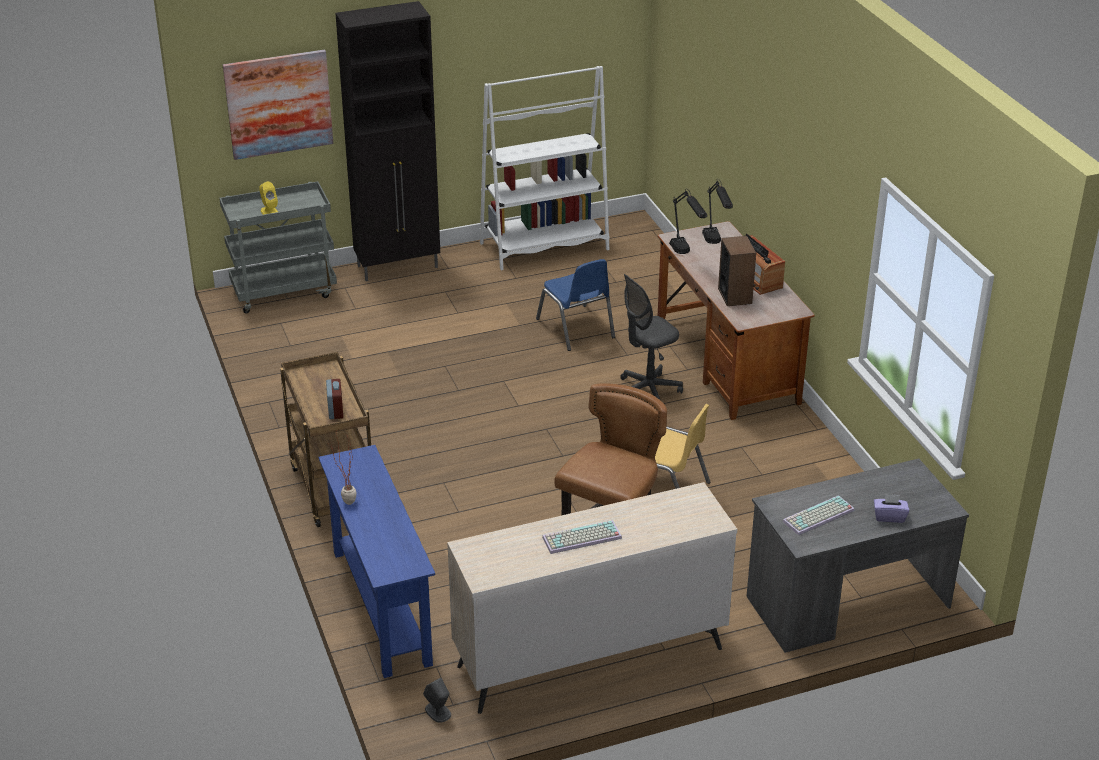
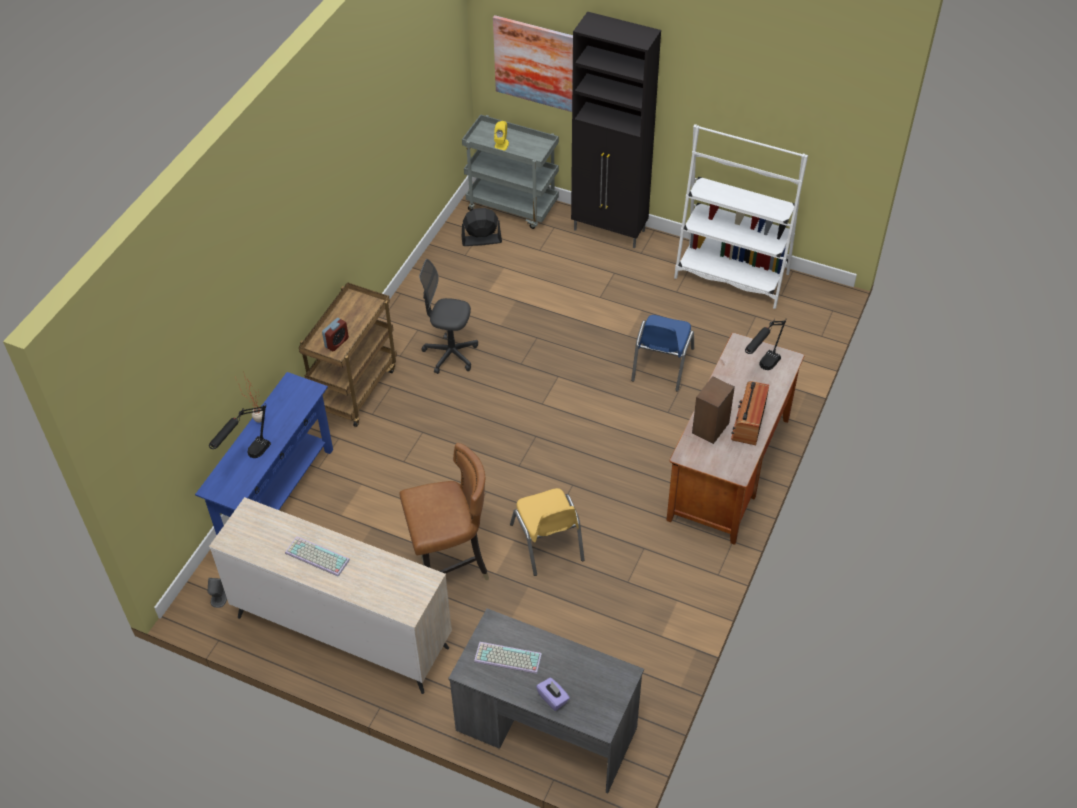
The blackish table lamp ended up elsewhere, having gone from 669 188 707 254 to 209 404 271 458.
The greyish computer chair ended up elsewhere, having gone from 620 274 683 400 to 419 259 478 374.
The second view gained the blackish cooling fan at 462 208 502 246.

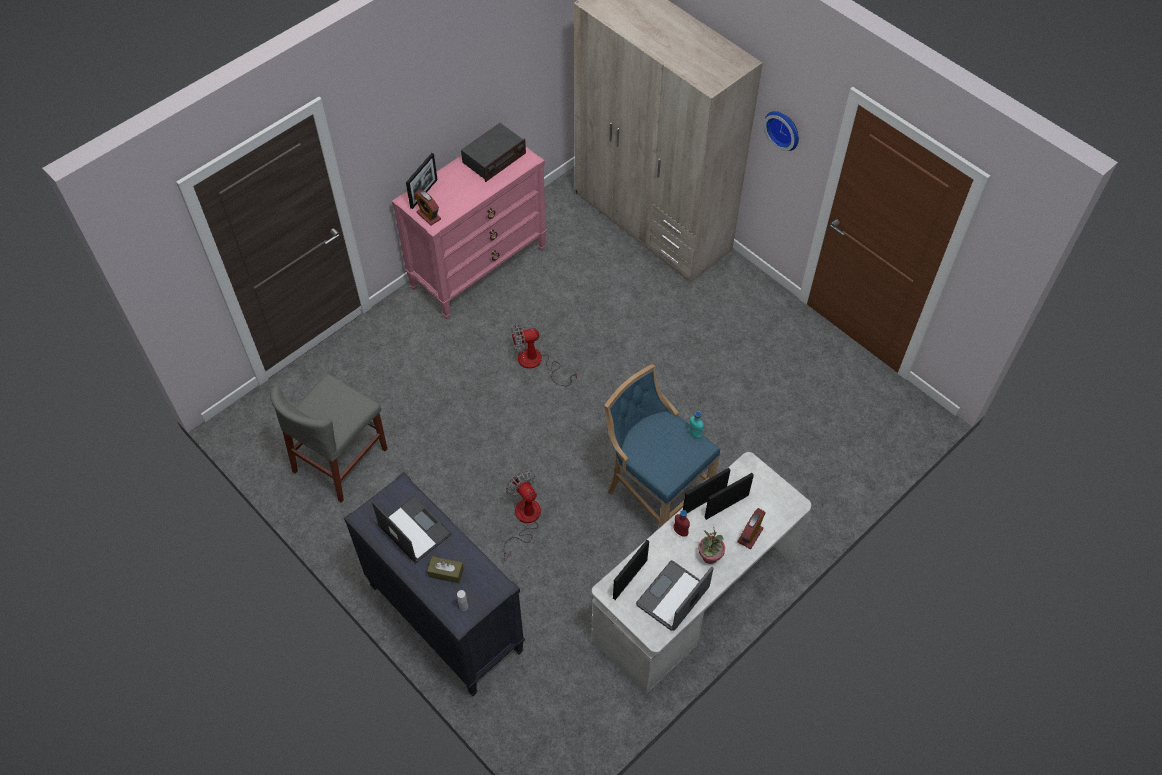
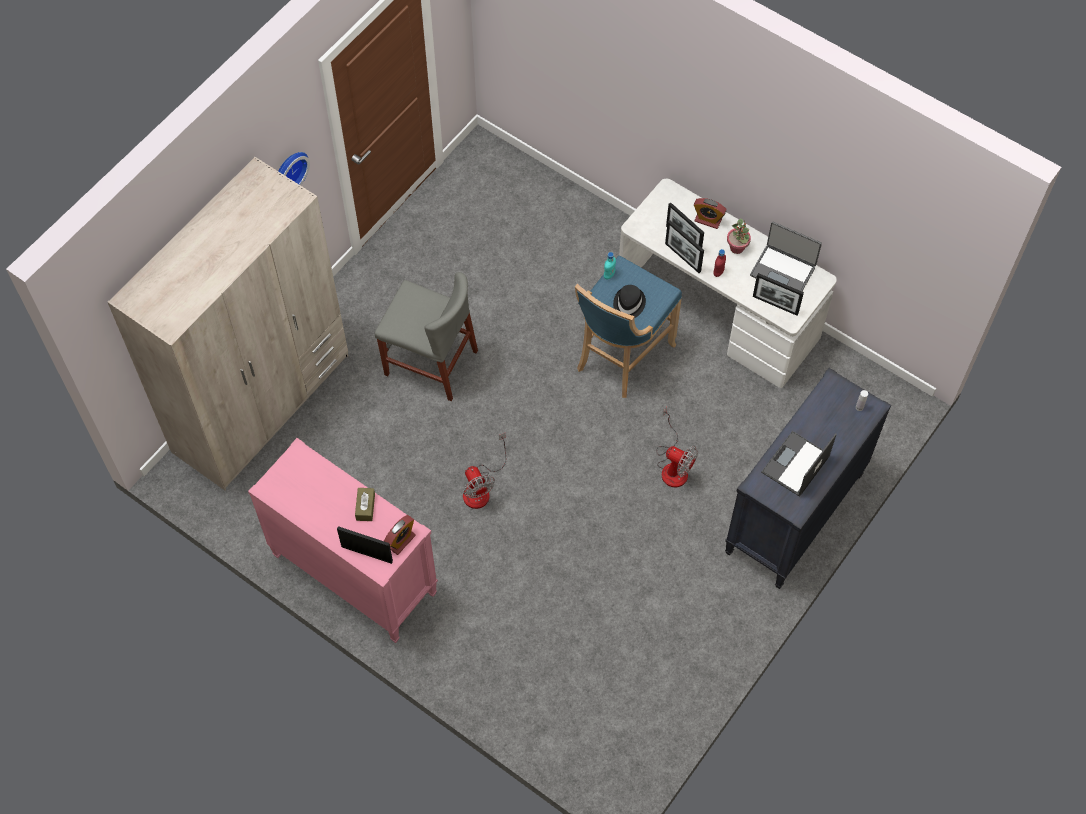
The brownish tissue box ended up elsewhere, having gone from 427 556 464 583 to 355 488 375 521.
The greyish plain chair ended up elsewhere, having gone from 270 374 387 503 to 375 272 478 401.
The second view gained the blackish clothing hat at 613 285 646 318.
The cooling fan at 503 471 541 559 ended up facing another way, 105 degrees counterclockwise from before.
The second view lost the radio receiver at 461 123 526 182.

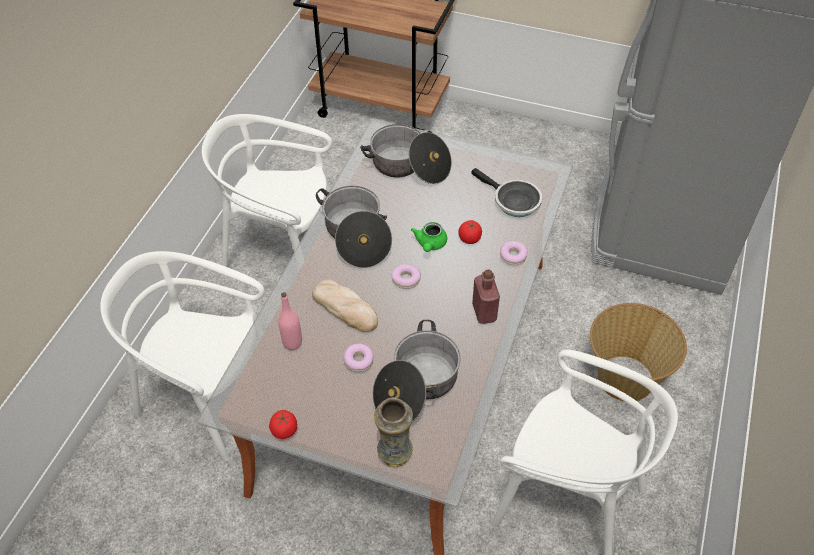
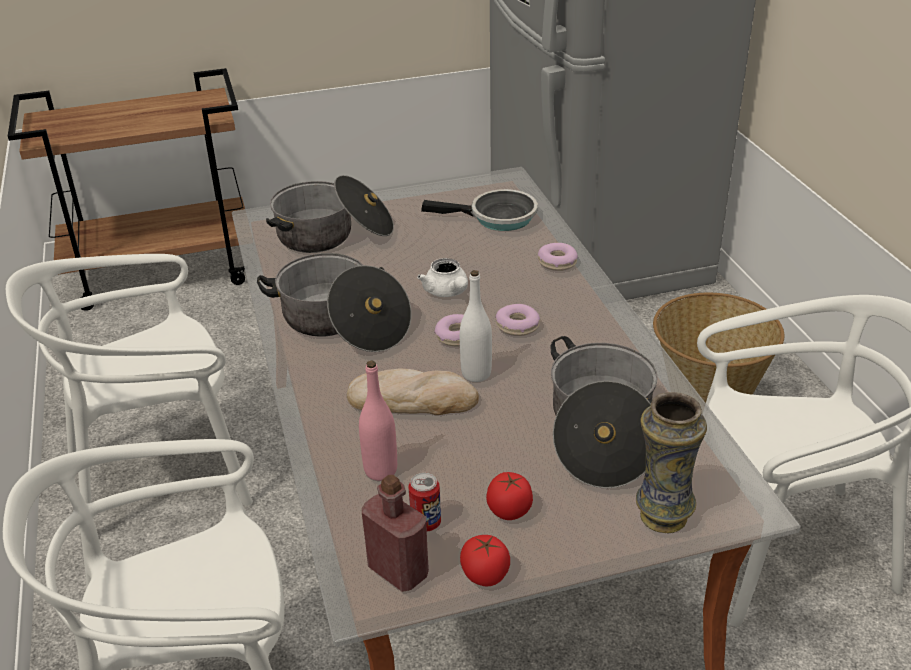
The red drink bottle ended up elsewhere, having gone from 472 269 500 324 to 362 475 429 592.
The second view gained the metal can at 408 473 441 531.
What was the green tea pot at 411 222 447 252 turned into the white-coloured tea pot at 417 258 468 297.
The second view gained the white-coloured drink bottle at 460 270 492 382.
The tomato ended up elsewhere, having gone from 459 220 482 244 to 486 472 533 520.
The donut ended up elsewhere, having gone from 343 343 373 372 to 495 304 540 336.

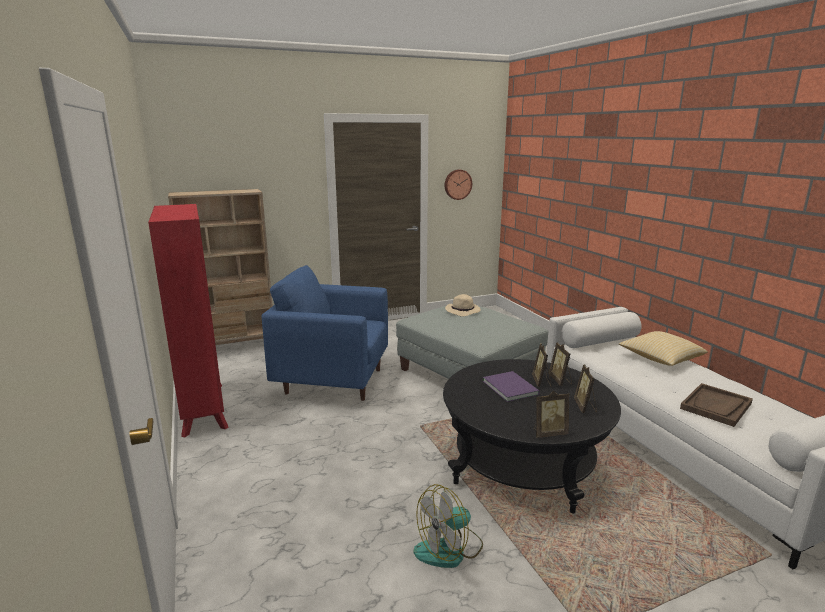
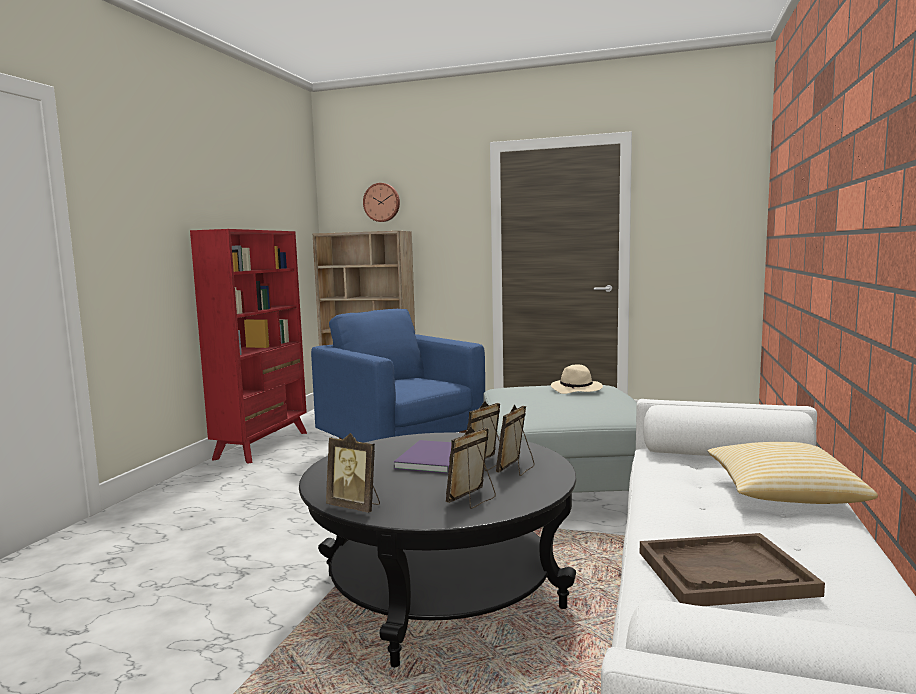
The clock on the wall ended up elsewhere, having gone from 445 170 472 200 to 363 183 400 222.
The second view lost the cooling fan at 414 484 483 568.

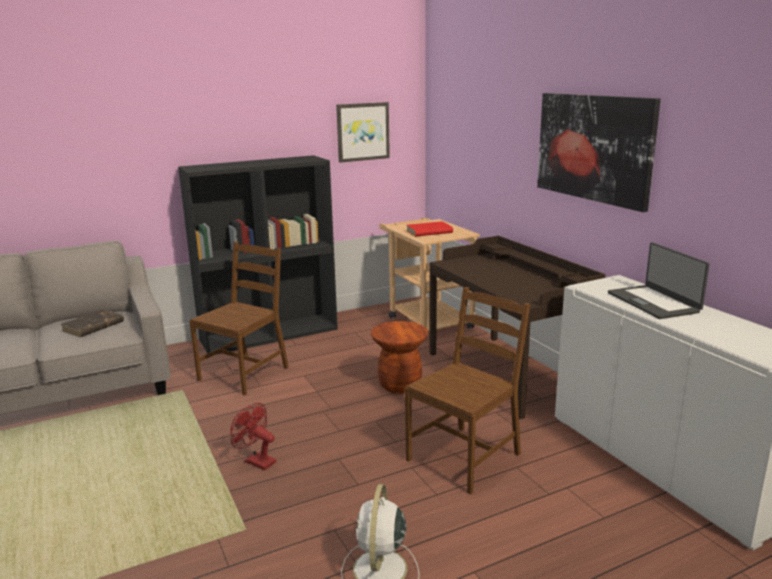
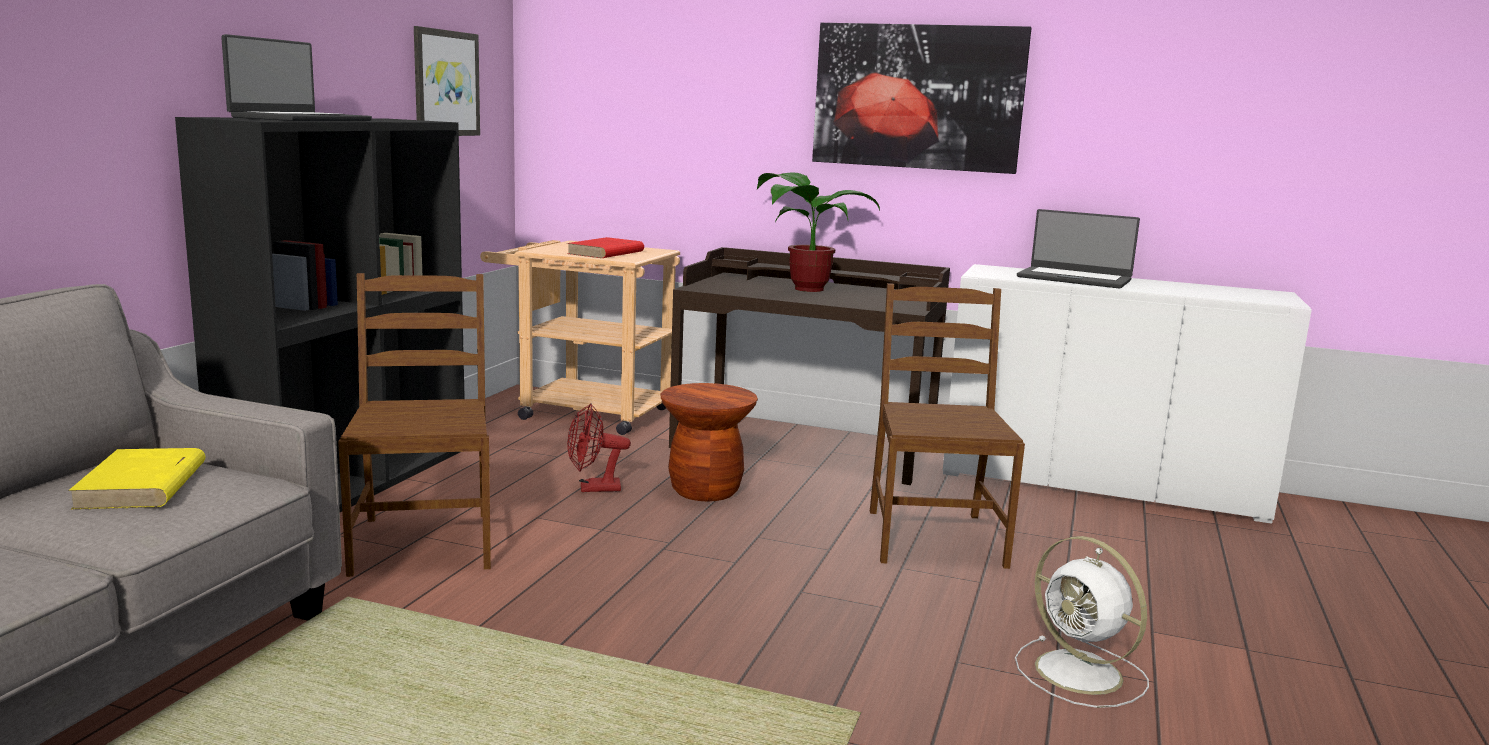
What was the brownish bound book at 61 309 124 337 turned into the yellow-coloured bound book at 68 448 206 510.
The second view gained the laptop at 221 34 372 121.
The red cooling fan ended up elsewhere, having gone from 230 403 276 470 to 567 403 631 492.
The second view gained the potted plant at 757 172 880 292.

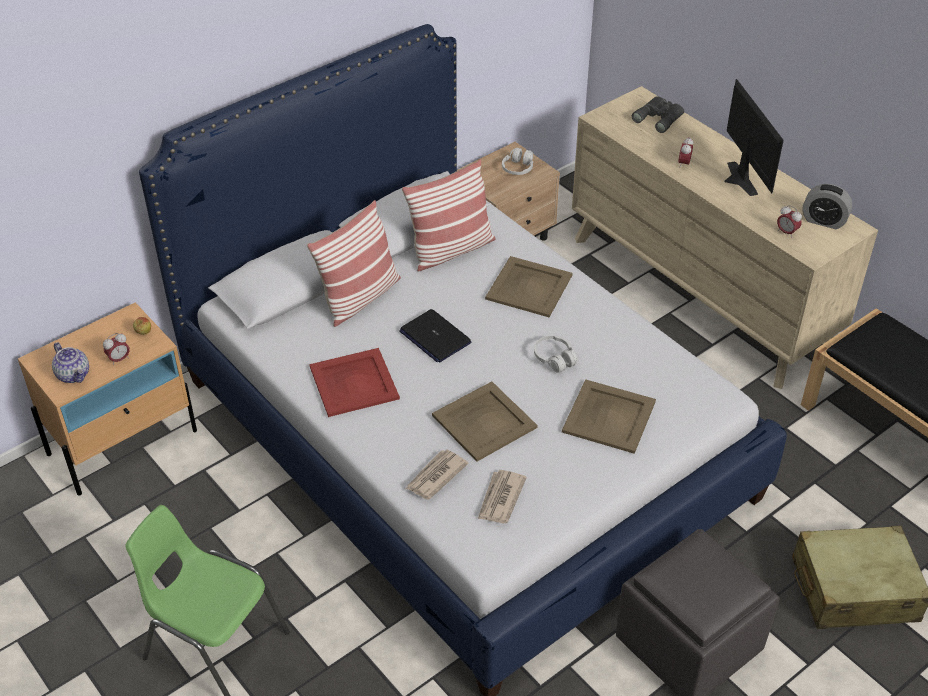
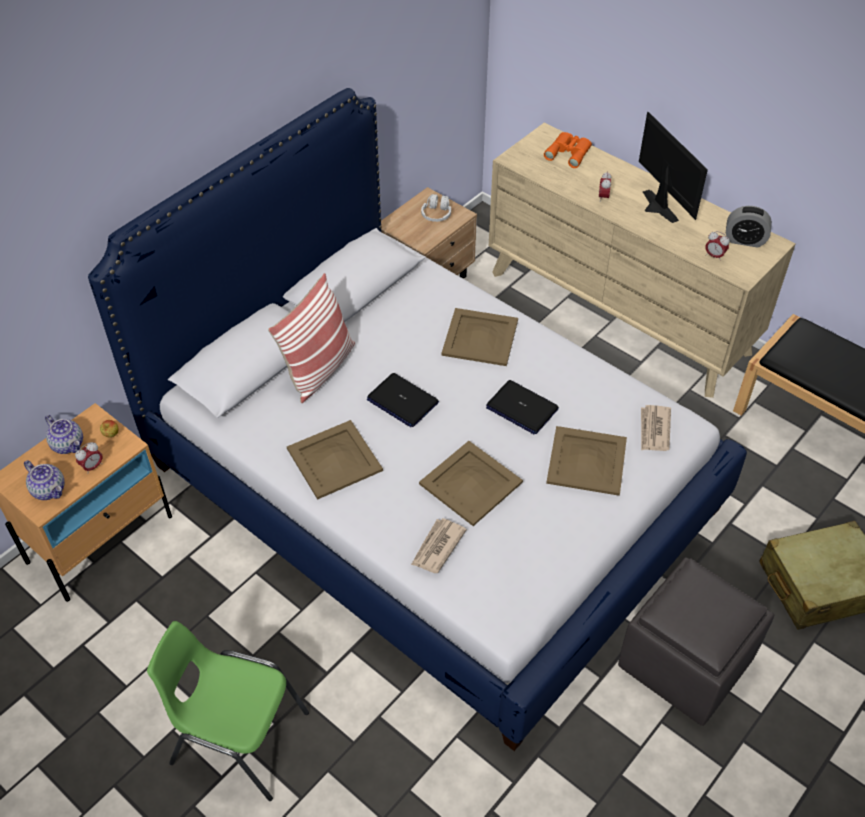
The second view gained the tea pot at 45 415 83 454.
What was the red serving tray at 309 348 400 417 turned into the beige serving tray at 287 420 383 500.
Where the white-coloured headset stood at 534 335 578 373, the laptop came to stand at 486 380 559 434.
What was the greyish binoculars at 632 96 684 133 turned into the orange binoculars at 544 132 592 168.
The daily paper ended up elsewhere, having gone from 478 470 527 523 to 641 405 671 451.
The second view lost the pillow at 402 160 496 272.

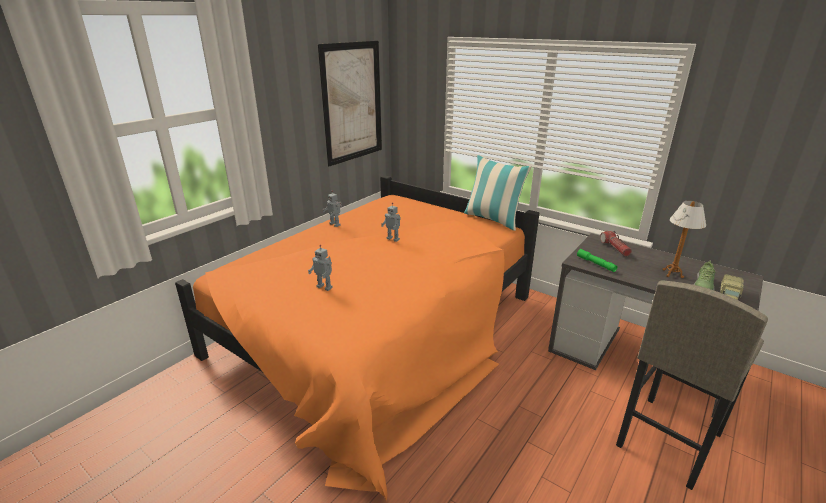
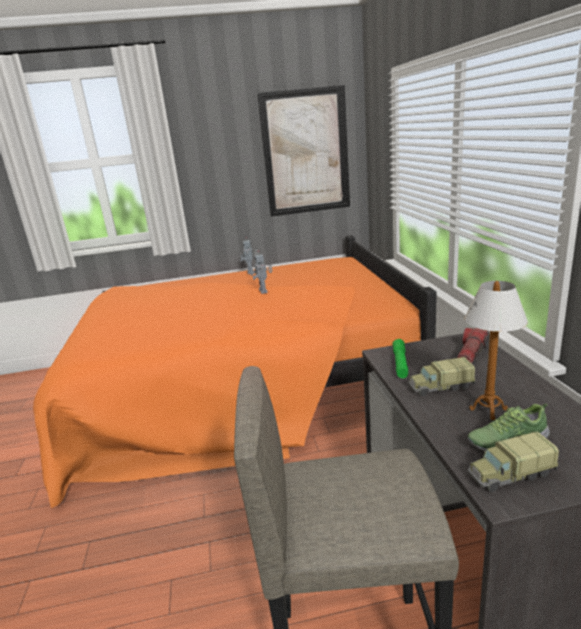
The second view gained the toy lorry at 409 357 476 396.
The second view lost the model robot at 308 245 333 291.
The second view lost the pillow at 464 155 532 231.

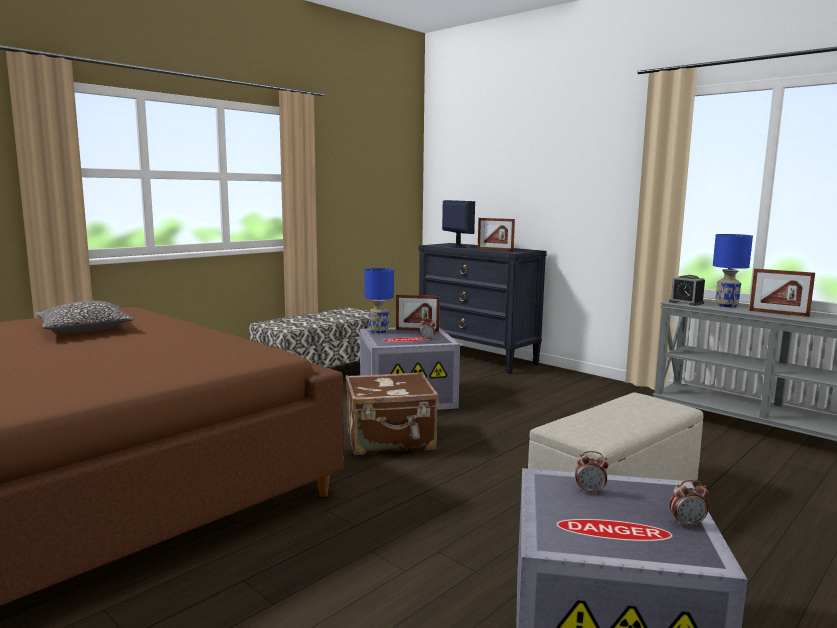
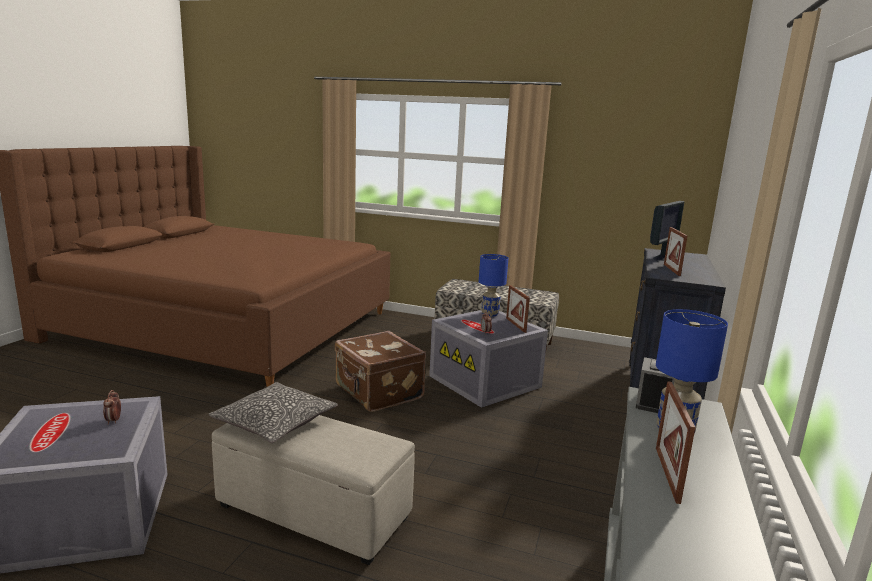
The pillow ended up elsewhere, having gone from 35 301 134 332 to 208 382 338 443.
The second view lost the bedside clock at 669 480 709 527.

